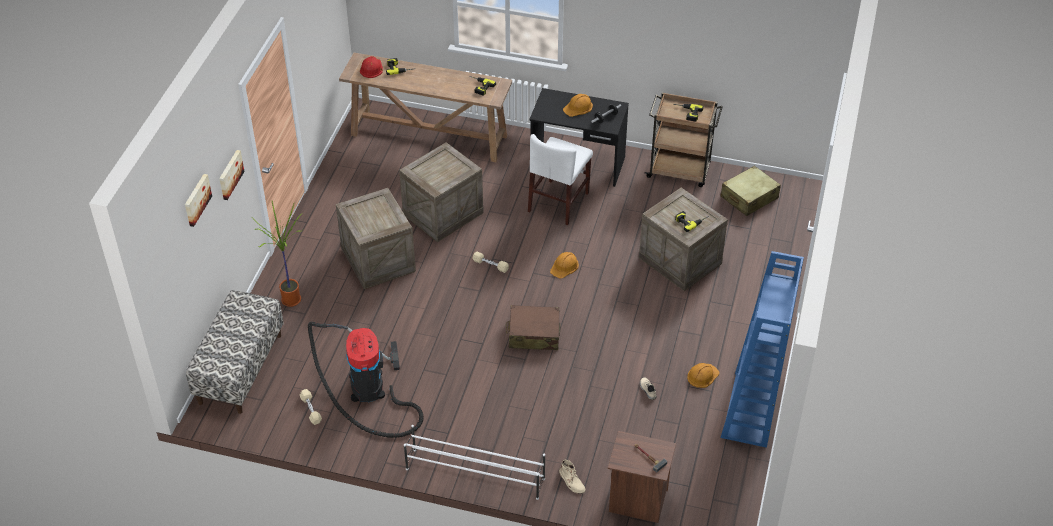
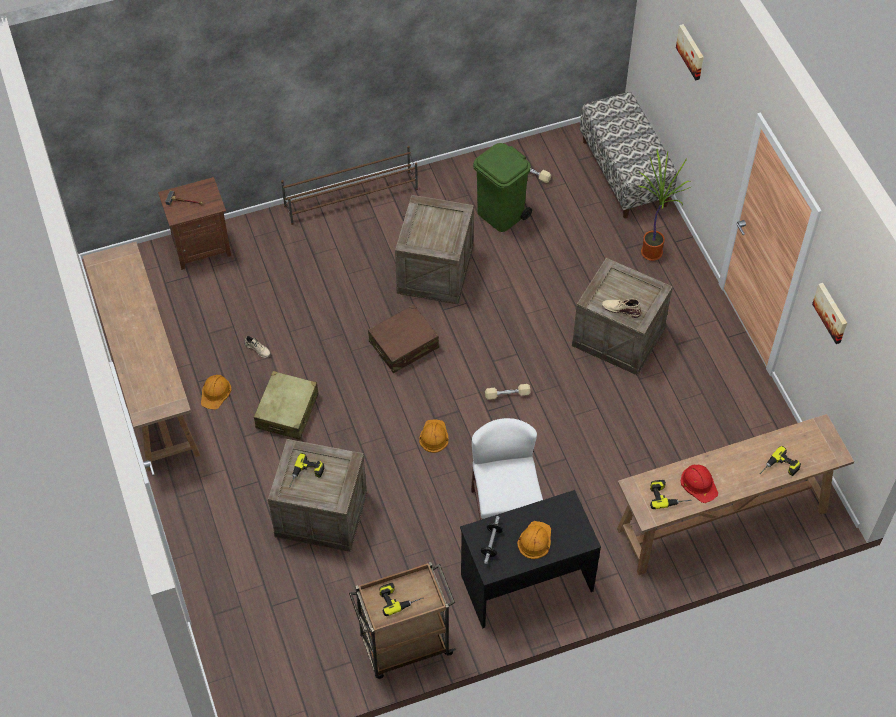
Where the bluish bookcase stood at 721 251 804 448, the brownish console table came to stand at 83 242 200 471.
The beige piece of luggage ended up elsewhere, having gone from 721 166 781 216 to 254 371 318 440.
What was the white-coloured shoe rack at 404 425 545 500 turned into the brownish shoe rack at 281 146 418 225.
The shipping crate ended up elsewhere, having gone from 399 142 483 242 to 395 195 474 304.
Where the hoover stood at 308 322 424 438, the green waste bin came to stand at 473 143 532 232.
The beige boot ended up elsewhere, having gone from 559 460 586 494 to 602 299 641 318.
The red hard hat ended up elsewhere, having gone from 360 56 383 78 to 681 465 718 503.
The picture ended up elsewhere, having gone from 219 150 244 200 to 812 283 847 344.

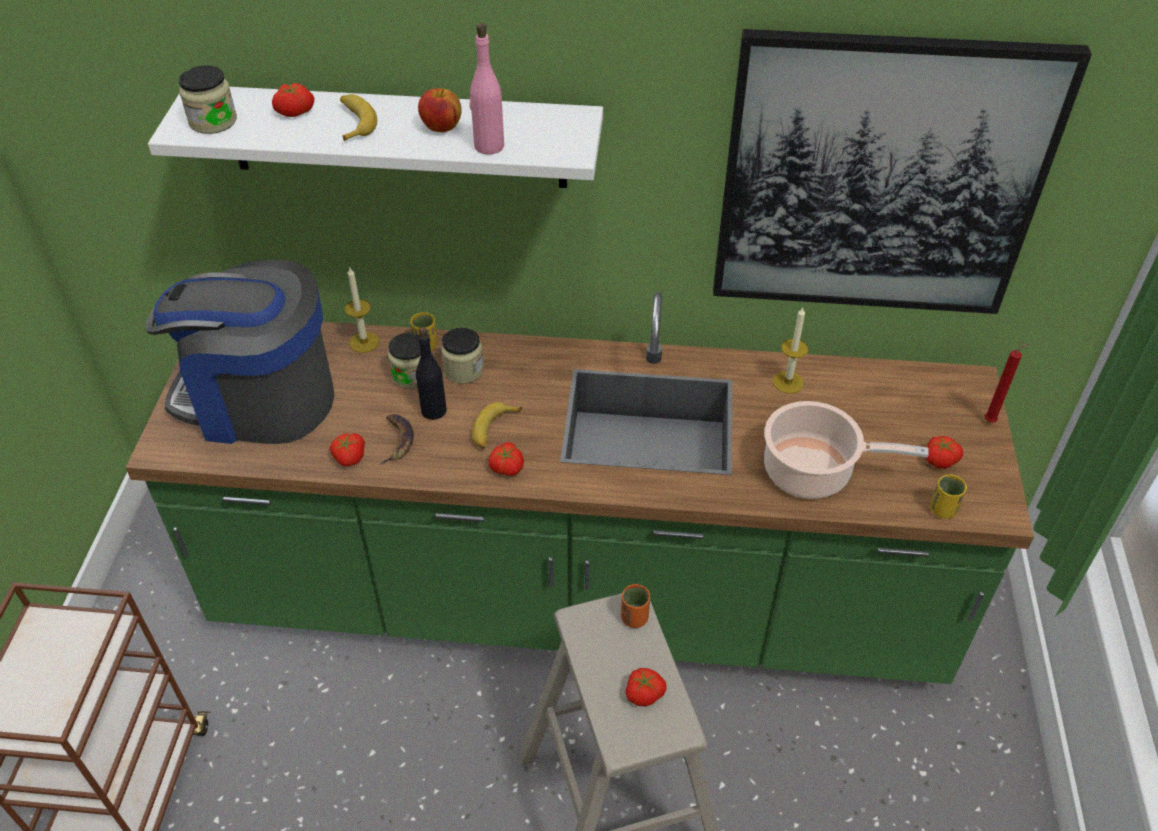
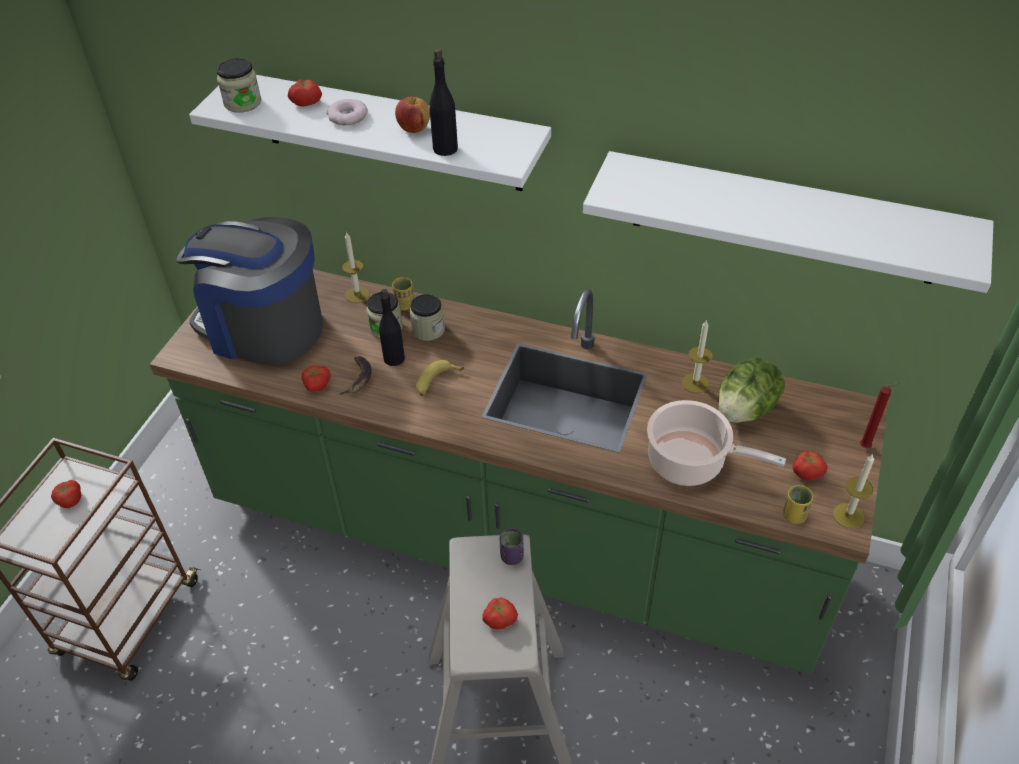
The tomato ended up elsewhere, having gone from 488 442 524 476 to 51 480 81 508.
Where the banana fruit stood at 340 94 377 141, the donut came to stand at 327 99 368 125.
What was the pinkish drink bottle at 470 23 504 155 turned into the blackish drink bottle at 429 49 458 156.
What was the orange drinking cup at 621 584 650 628 turned into the purple-coloured drinking cup at 499 528 524 565.
Where the picture hung at 713 29 1092 314, the white-coloured wall shelf came to hang at 583 151 994 293.
The second view gained the head of lettuce at 718 358 785 423.
The second view gained the wax candle at 833 454 874 528.

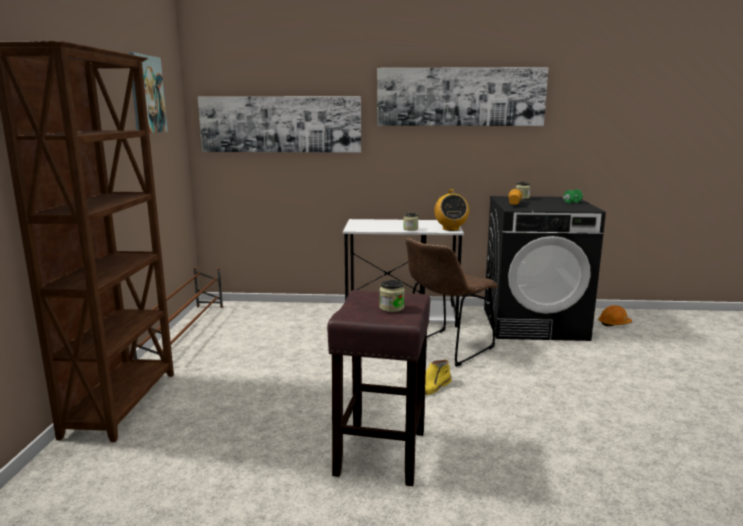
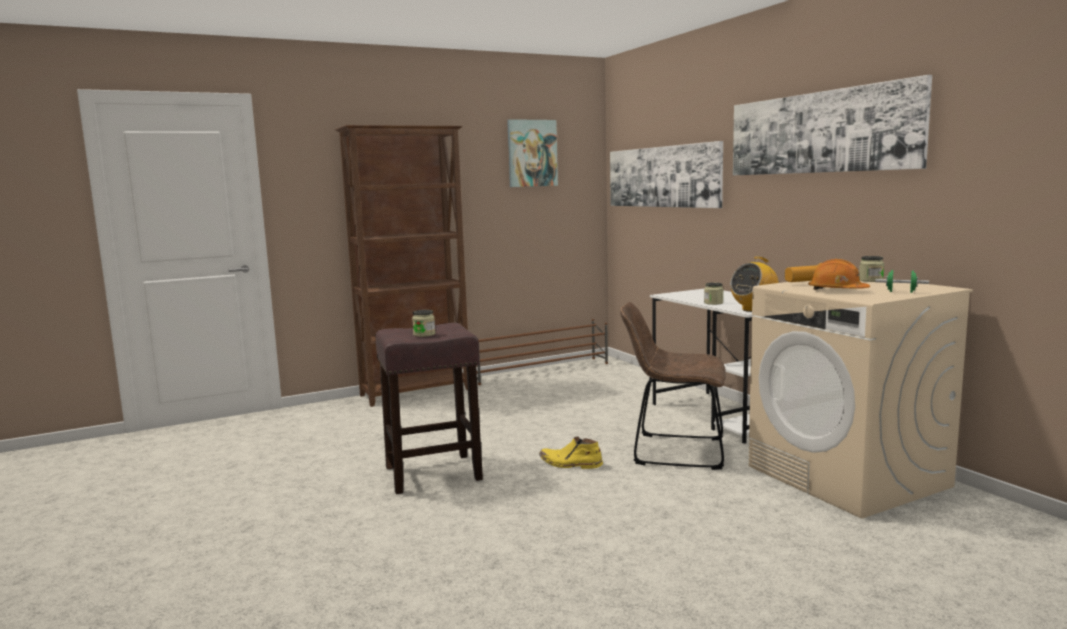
What was the blackish washing machine at 484 196 606 341 turned into the beige washing machine at 748 281 973 519.
The orange hard hat ended up elsewhere, having gone from 598 305 632 326 to 809 259 870 290.

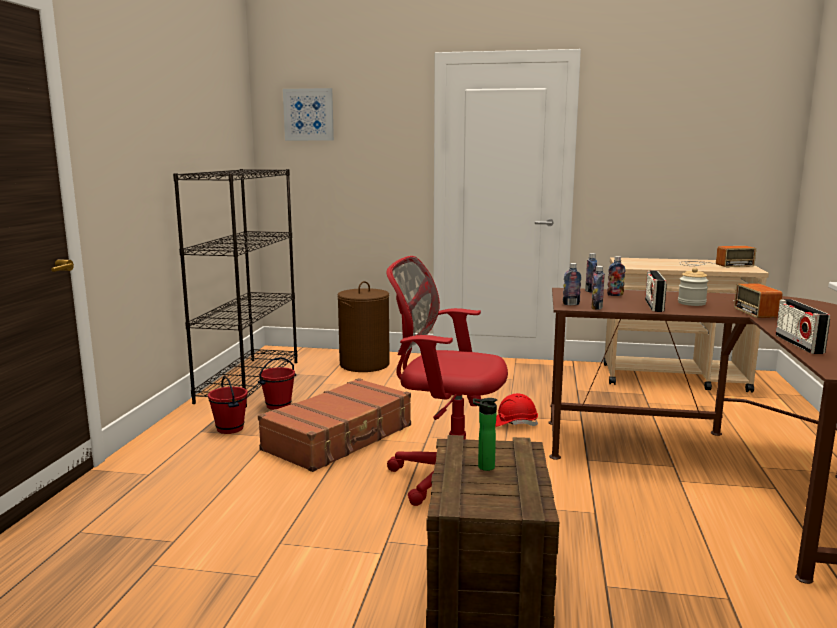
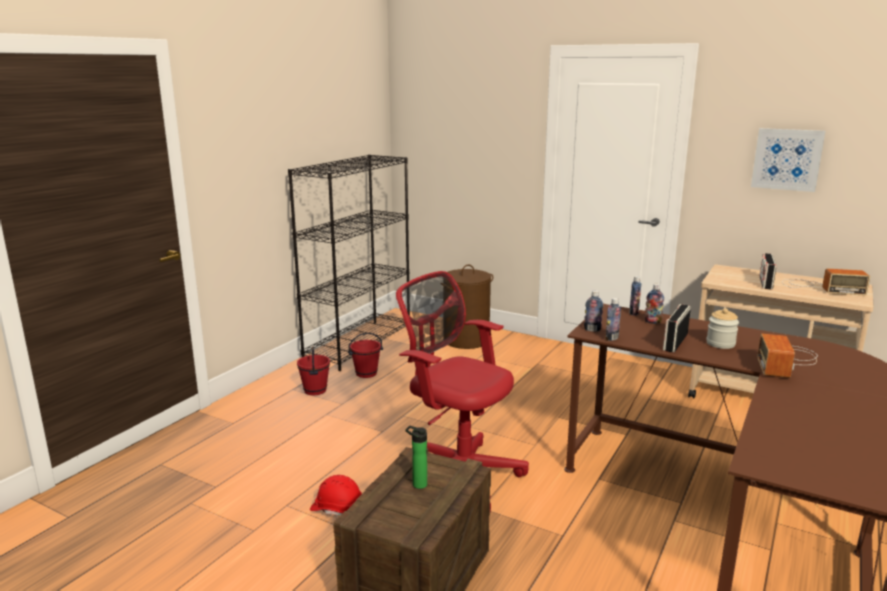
The red hard hat ended up elsewhere, having gone from 495 393 538 427 to 310 475 362 515.
The picture ended up elsewhere, having gone from 283 88 334 141 to 751 128 825 192.
The radio receiver ended up elsewhere, having gone from 775 299 830 354 to 760 253 776 289.
The second view lost the brownish piece of luggage at 258 378 411 472.

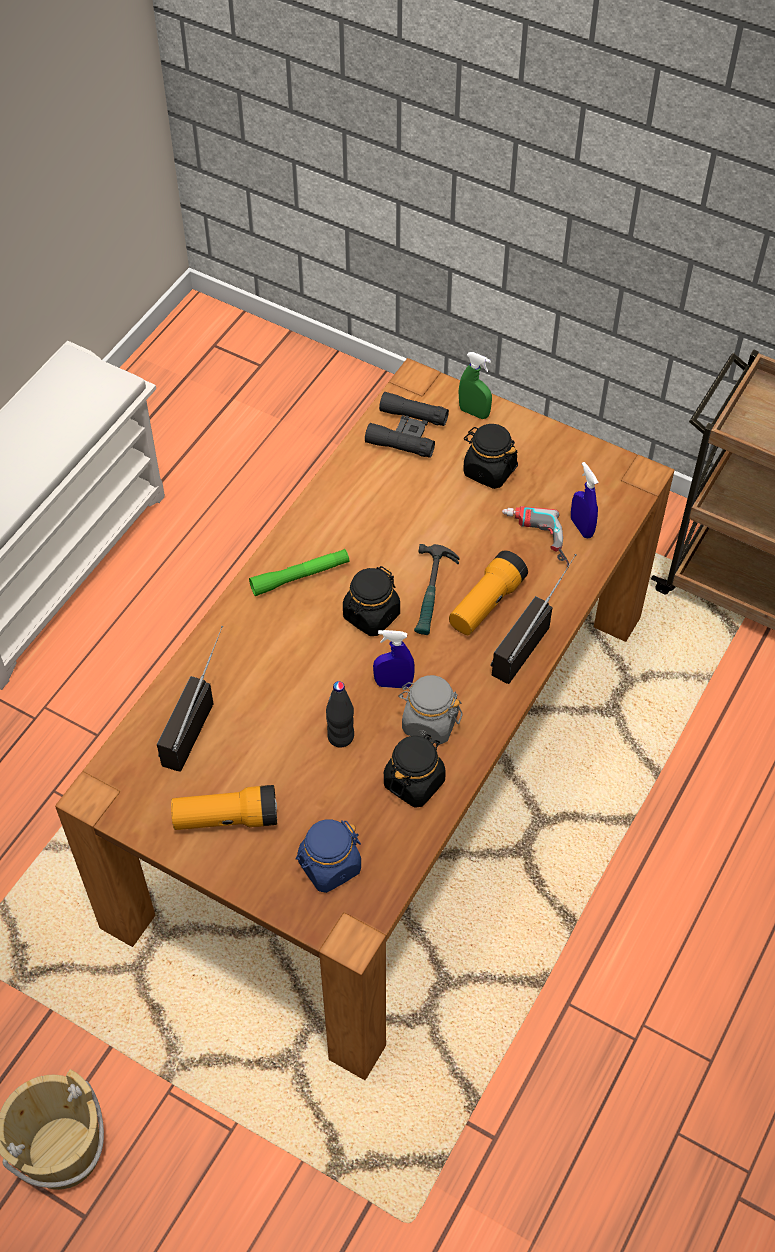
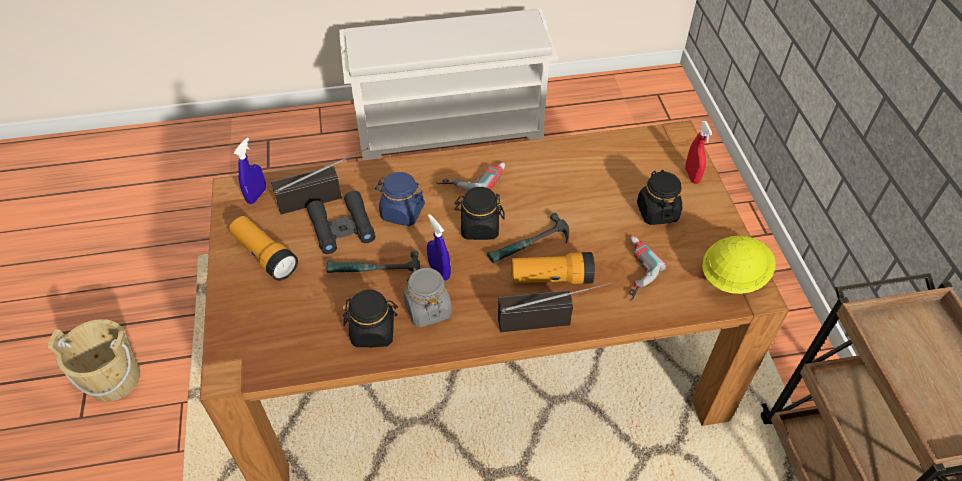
The bluish spray bottle ended up elsewhere, having gone from 571 462 599 538 to 234 137 266 204.
The blackish binoculars ended up elsewhere, having gone from 365 392 449 458 to 307 191 375 254.
Where the blackish drink bottle stood at 326 681 354 747, the tool hammer came to stand at 326 250 420 282.
The bluish preserve jar ended up elsewhere, having gone from 296 819 361 893 to 375 172 425 226.
Where the green flashlight stood at 249 549 349 596, the drill came to stand at 436 162 505 191.
What was the green spray bottle at 458 352 492 419 turned into the red spray bottle at 685 121 712 184.
The second view gained the yellow-coloured hard hat at 702 235 776 294.

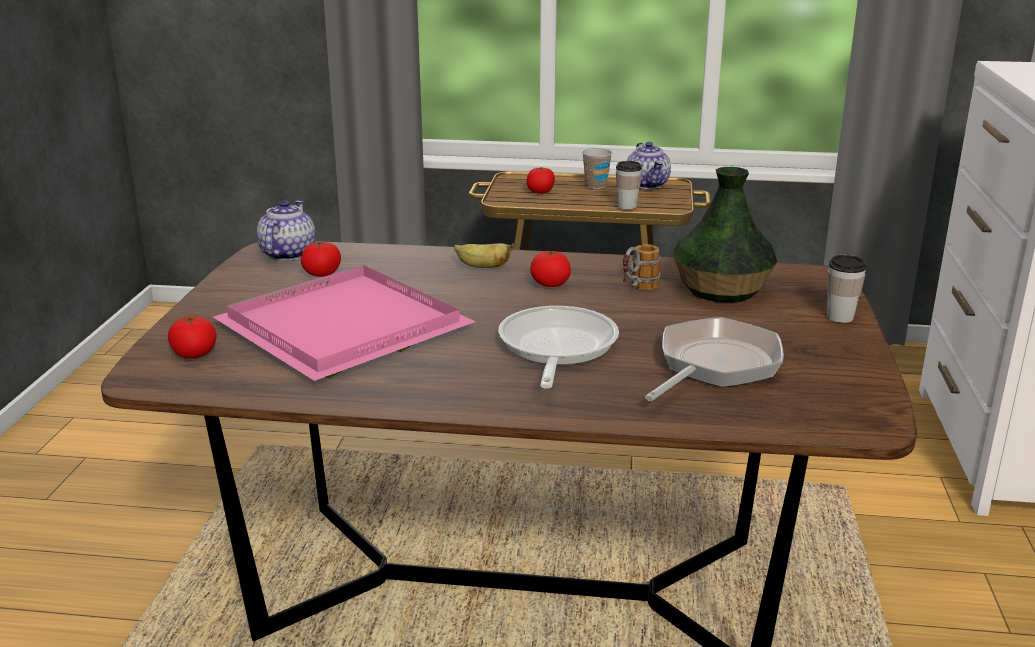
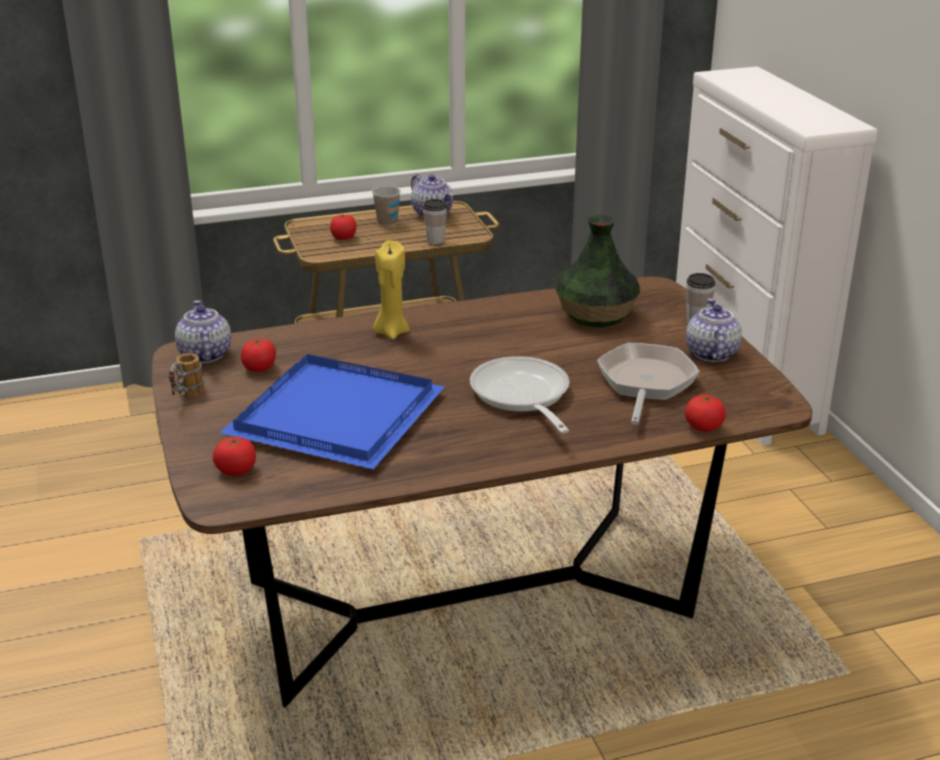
The mug ended up elsewhere, having gone from 623 244 661 290 to 169 353 204 397.
What was the pinkish serving tray at 213 265 476 381 turned into the bluish serving tray at 220 354 444 469.
Where the banana fruit stood at 454 243 514 268, the yellow-coloured wax candle came to stand at 373 241 410 339.
The tomato ended up elsewhere, having gone from 530 251 571 287 to 685 395 726 432.
The second view gained the tea pot at 686 299 742 362.

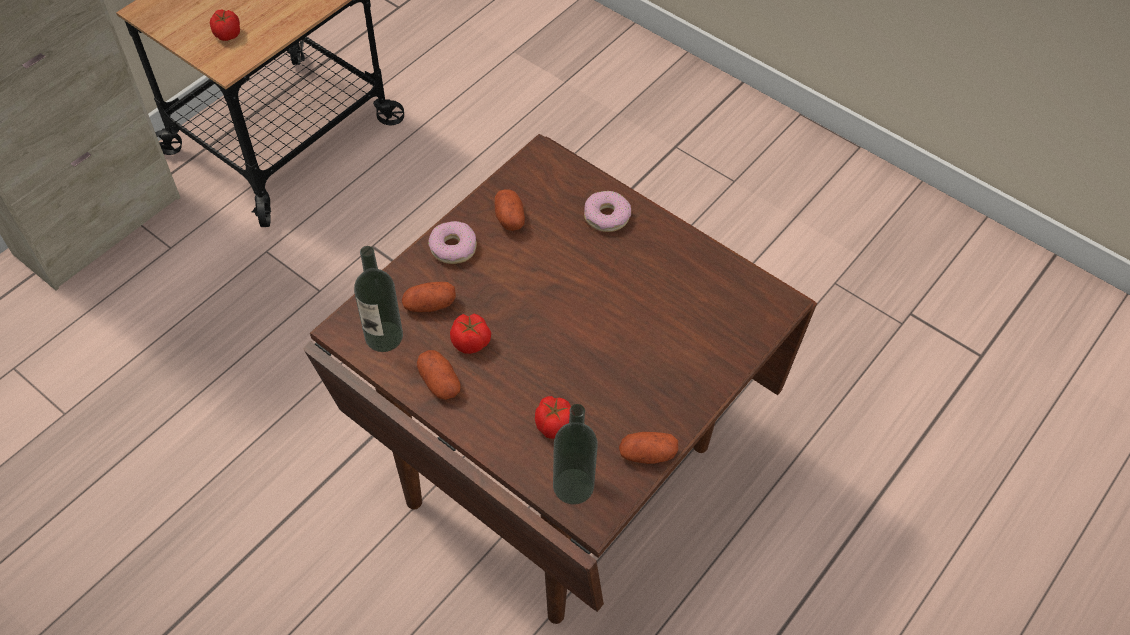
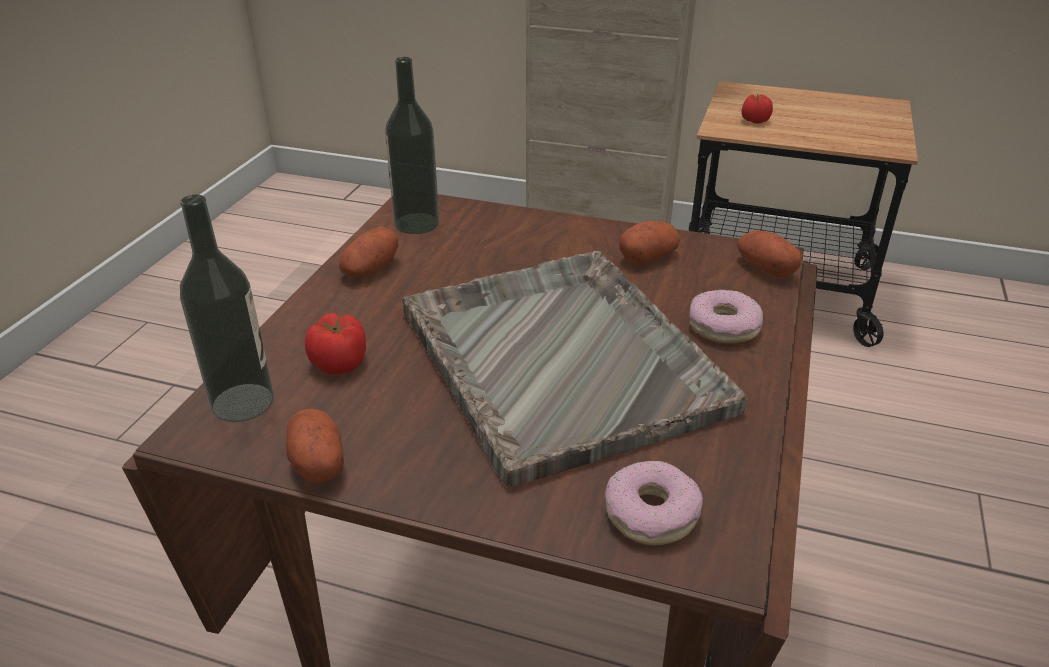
The second view gained the greyish serving tray at 402 251 748 487.
The donut ended up elsewhere, having gone from 428 221 477 264 to 605 460 703 546.
The potato ended up elsewhere, having gone from 402 282 456 312 to 737 230 801 277.
The second view lost the tomato at 450 314 491 354.

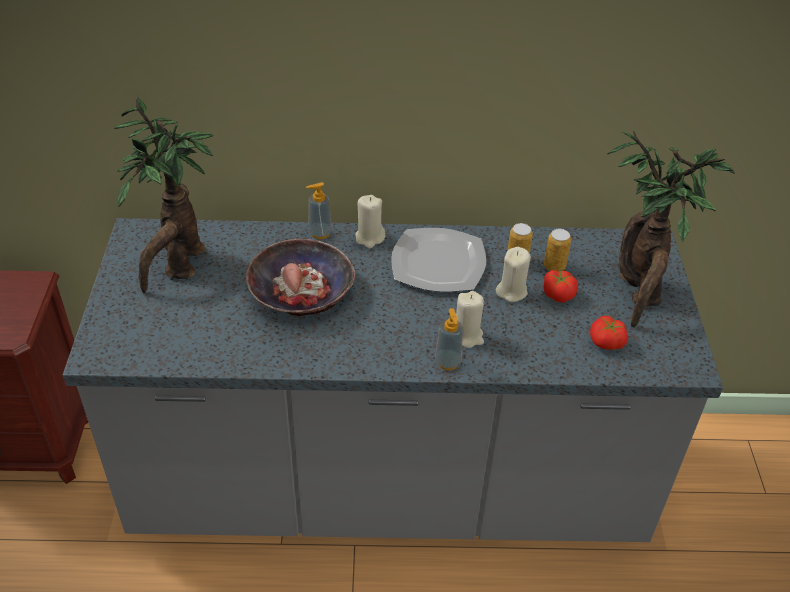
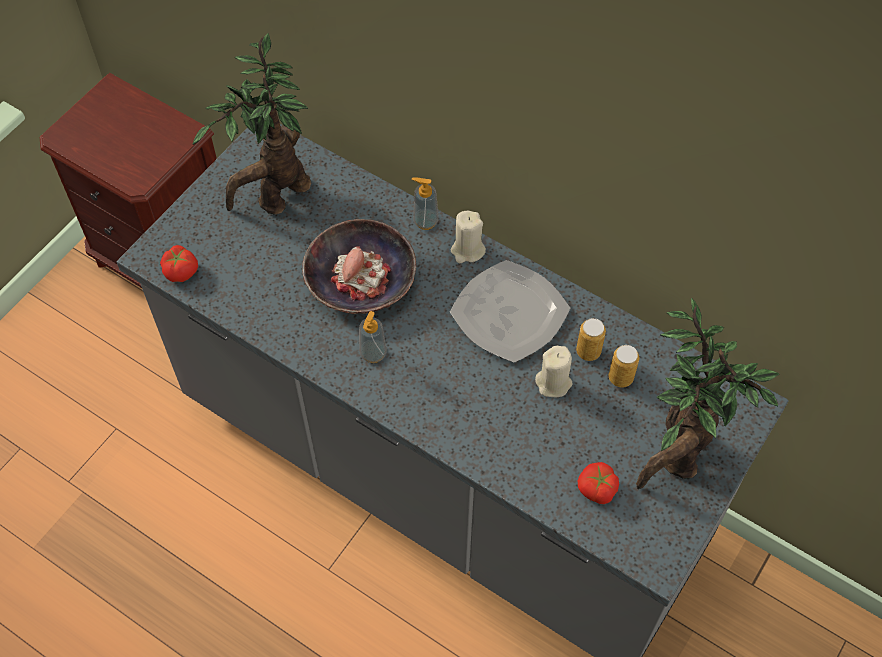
The tomato ended up elsewhere, having gone from 543 270 578 303 to 160 245 198 282.
The soap dispenser ended up elsewhere, having gone from 435 308 463 370 to 359 311 387 363.
The second view lost the beige wax candle at 456 291 484 348.

